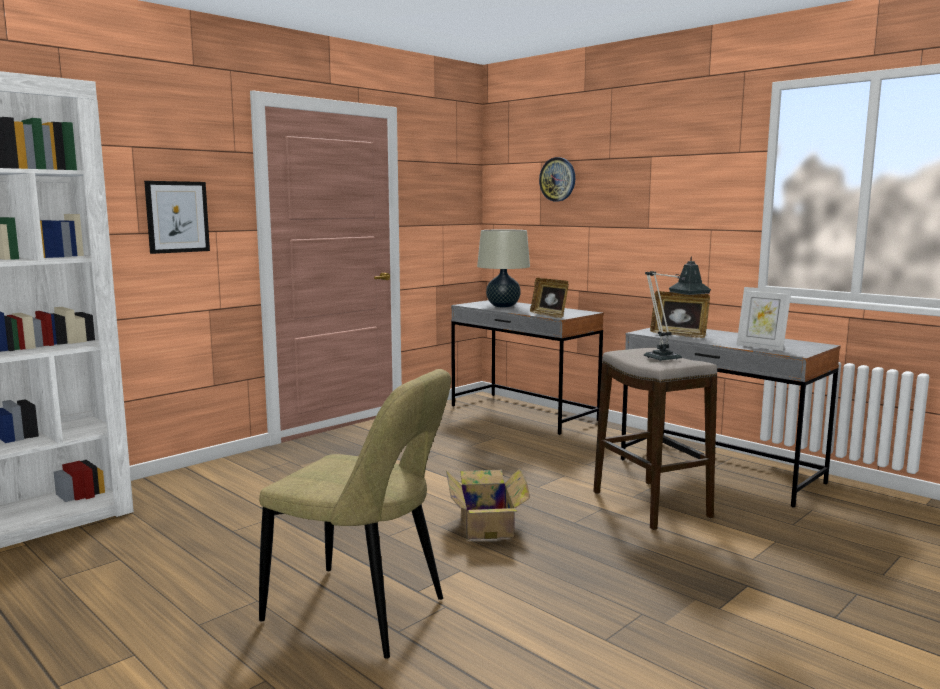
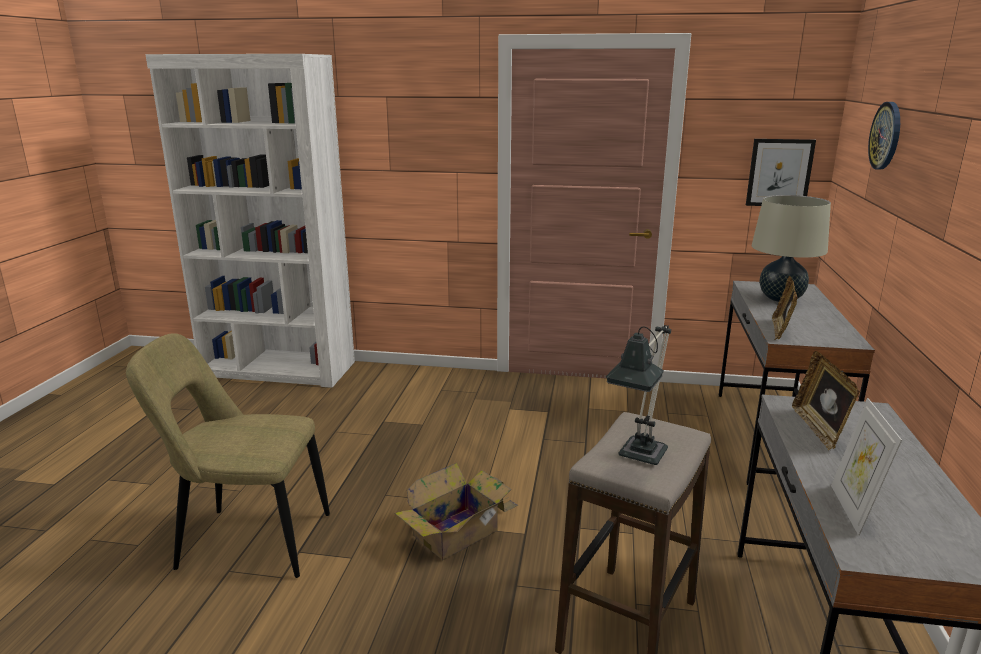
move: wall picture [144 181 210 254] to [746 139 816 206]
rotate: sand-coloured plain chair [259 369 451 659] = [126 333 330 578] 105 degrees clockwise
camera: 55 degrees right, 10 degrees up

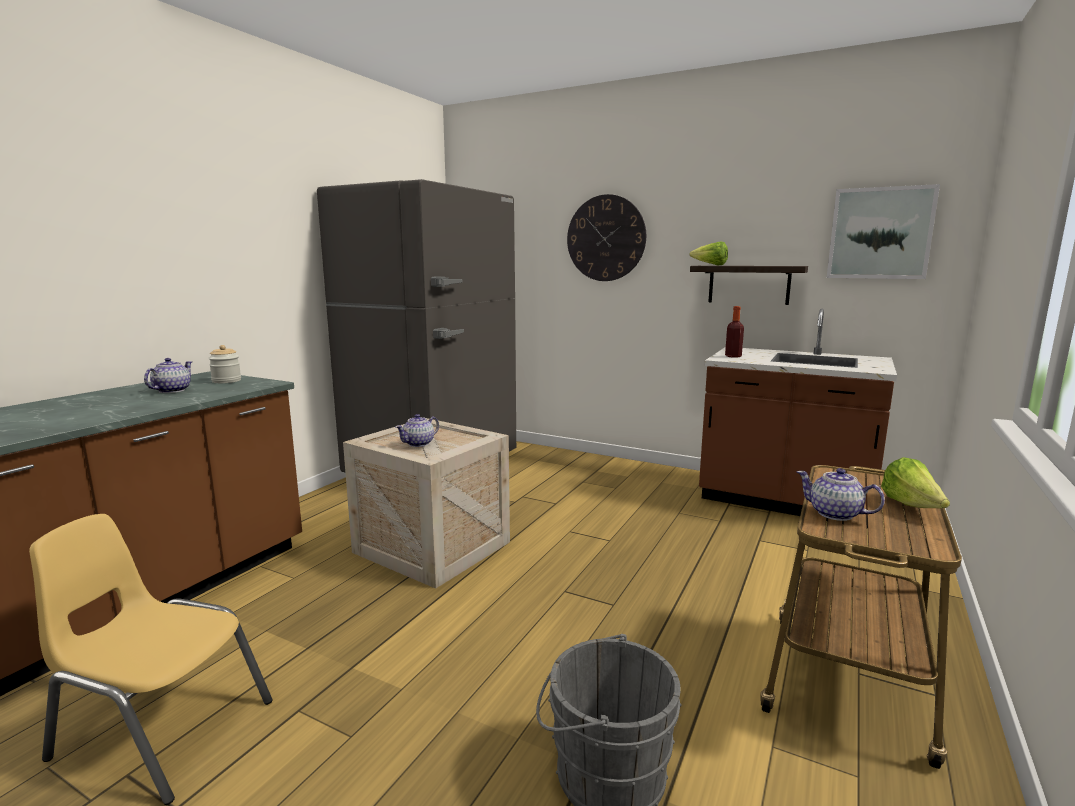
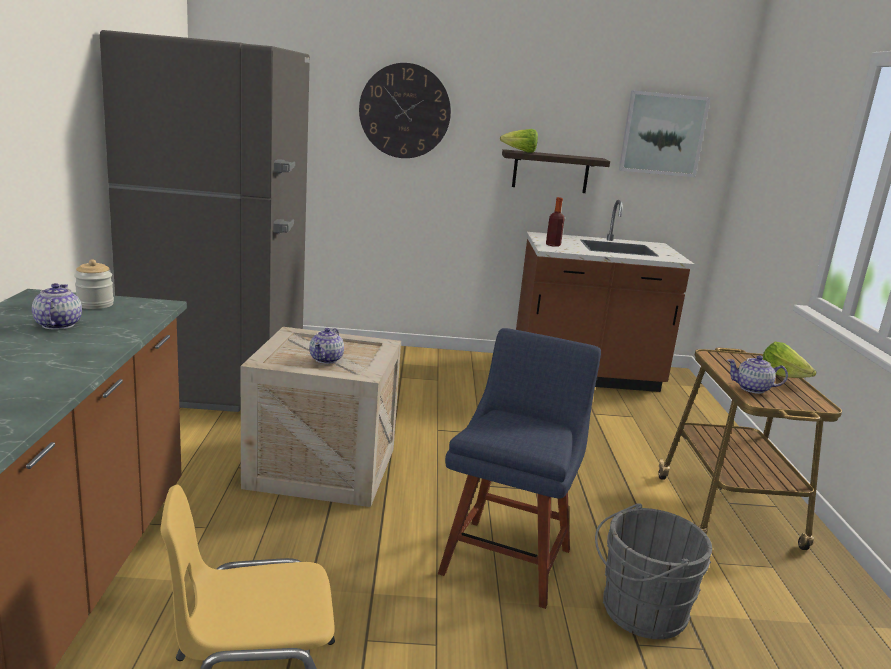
insert: blue-coloured plain chair [438 328 601 609]
camera: 30 degrees left, 5 degrees up

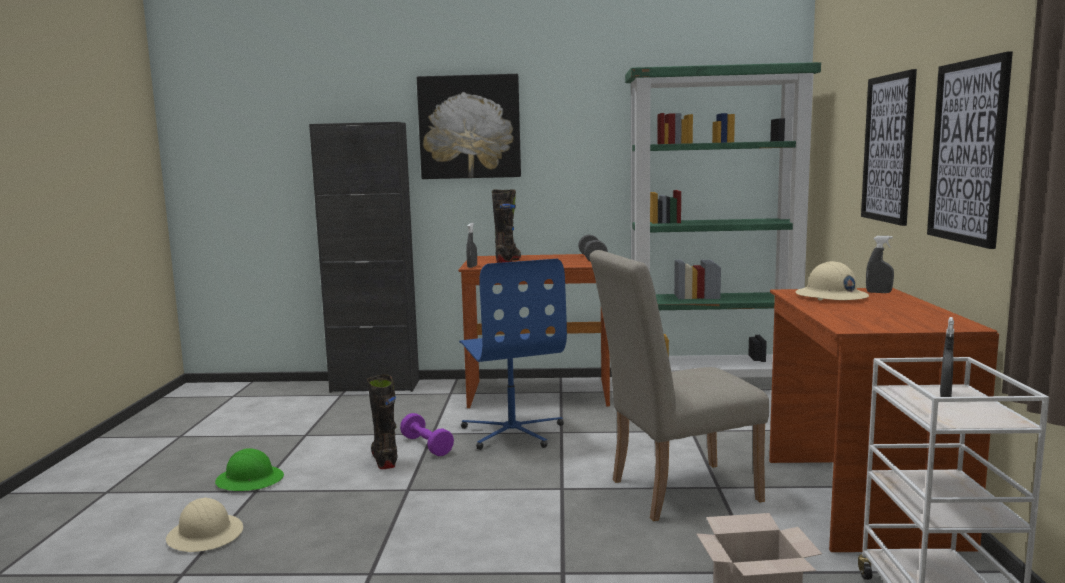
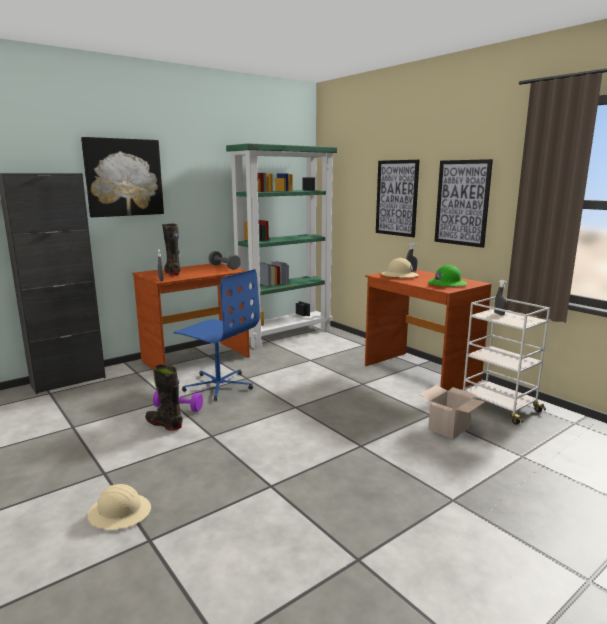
delete: sand-coloured plain chair [589 250 769 521]
move: greenish work helmet [215 448 284 491] to [428 265 467 287]
camera: 40 degrees left, 5 degrees up

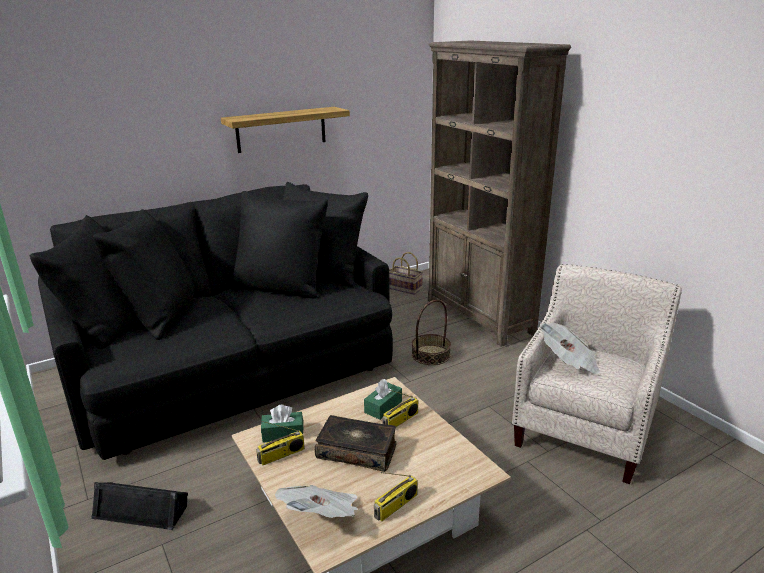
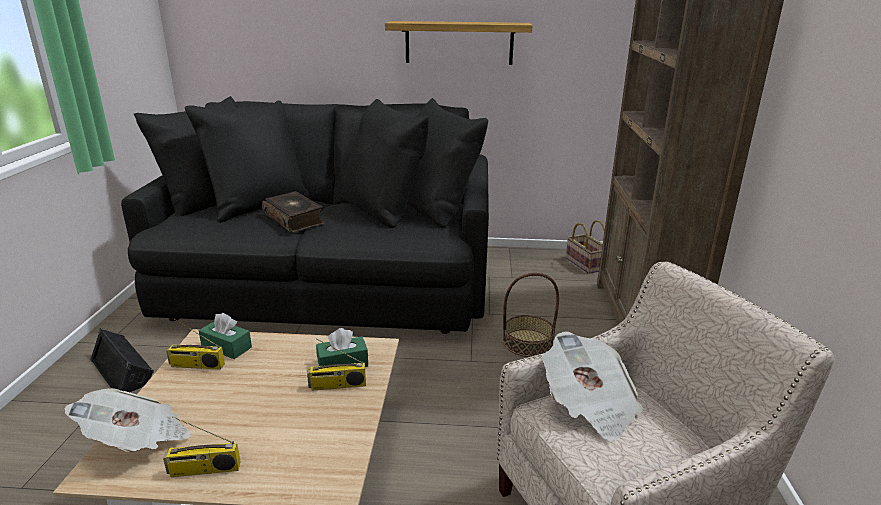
move: bound book [315 415 397 472] to [262 191 325 233]
camera: 35 degrees right, 0 degrees up

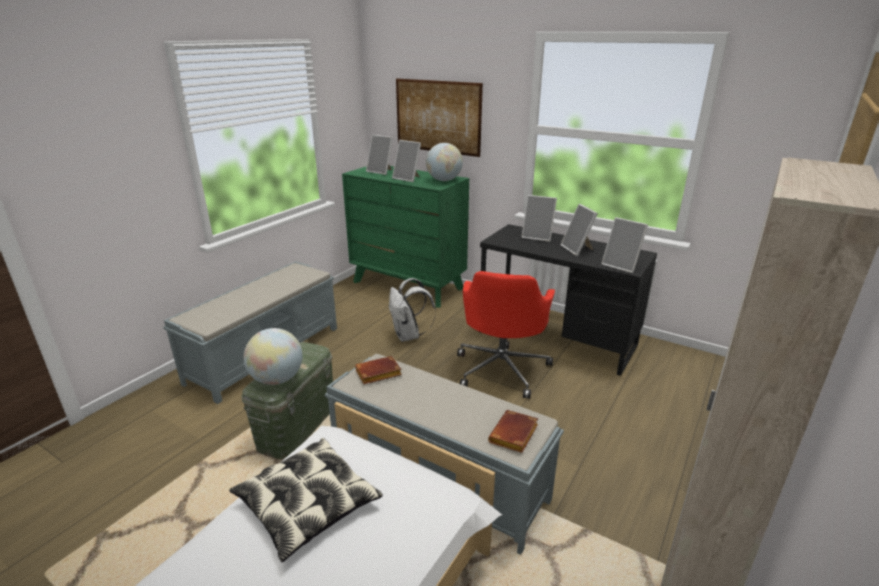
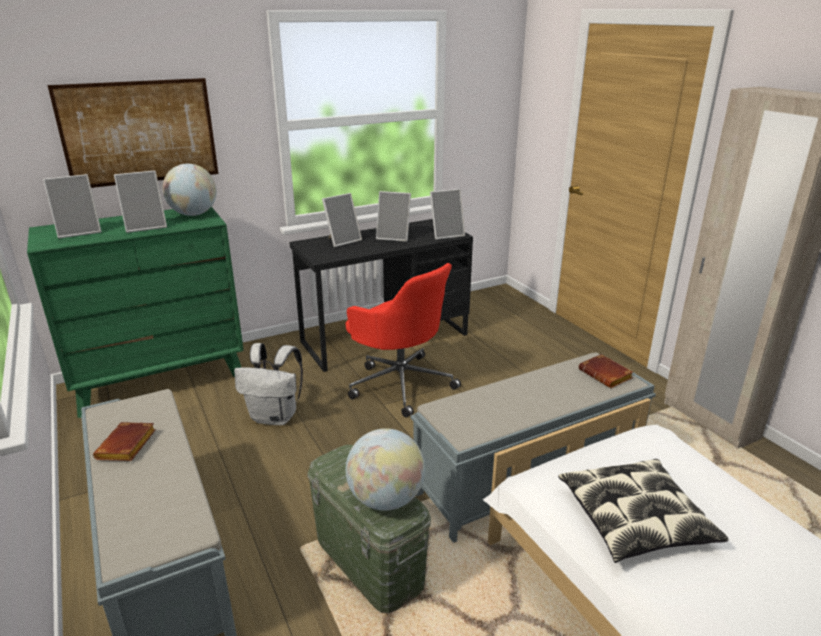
move: brown bound book [355 356 402 384] to [93 422 156 461]
camera: 60 degrees left, 0 degrees up

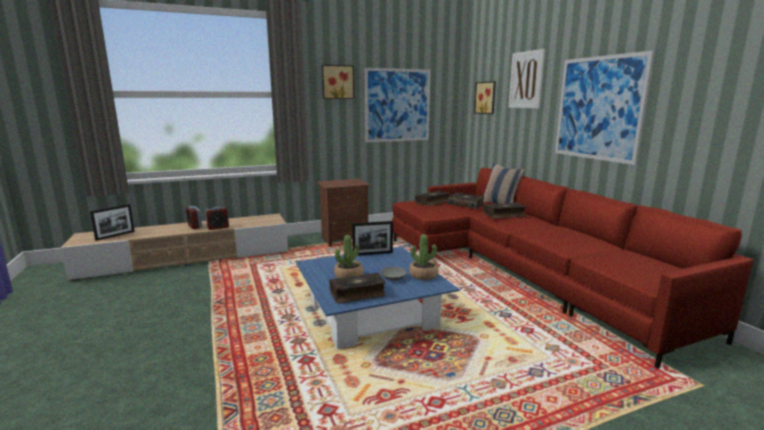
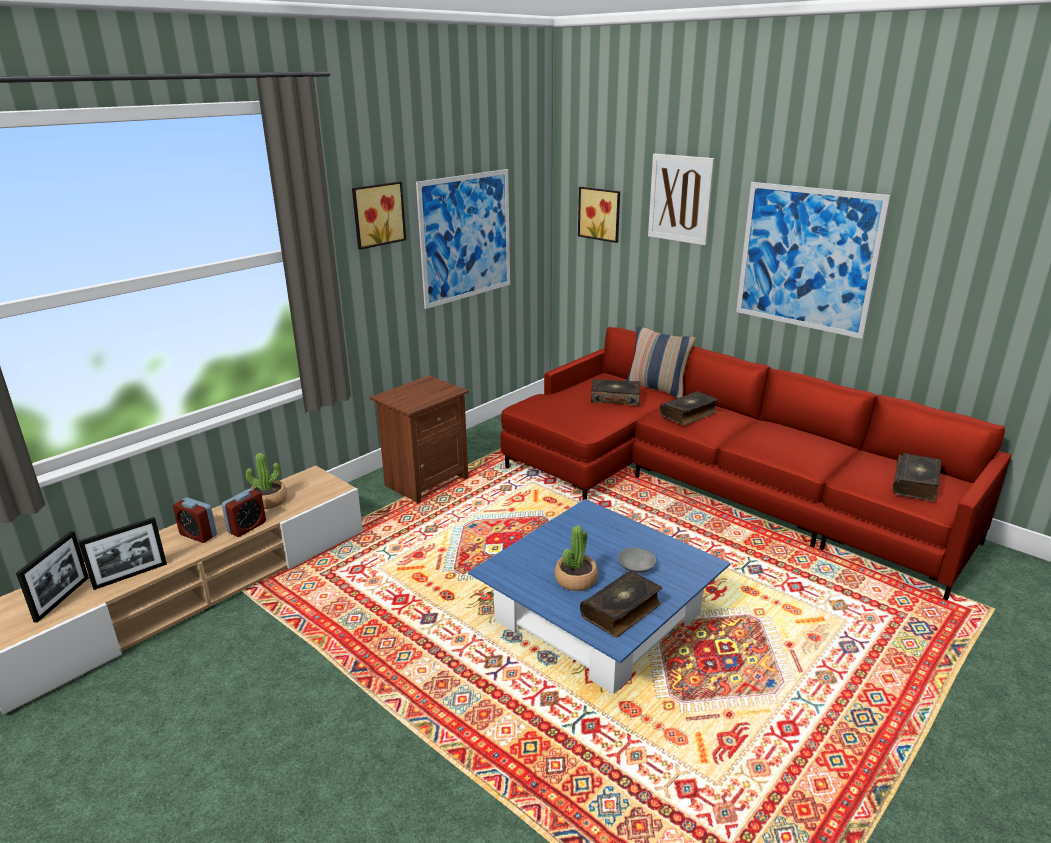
move: picture frame [352 221 393 255] to [78 517 167 590]; plant in a pot [409 234 438 280] to [246 453 287 509]; bound book [415 191 450 206] to [892 453 941 502]
camera: 25 degrees left, 10 degrees up

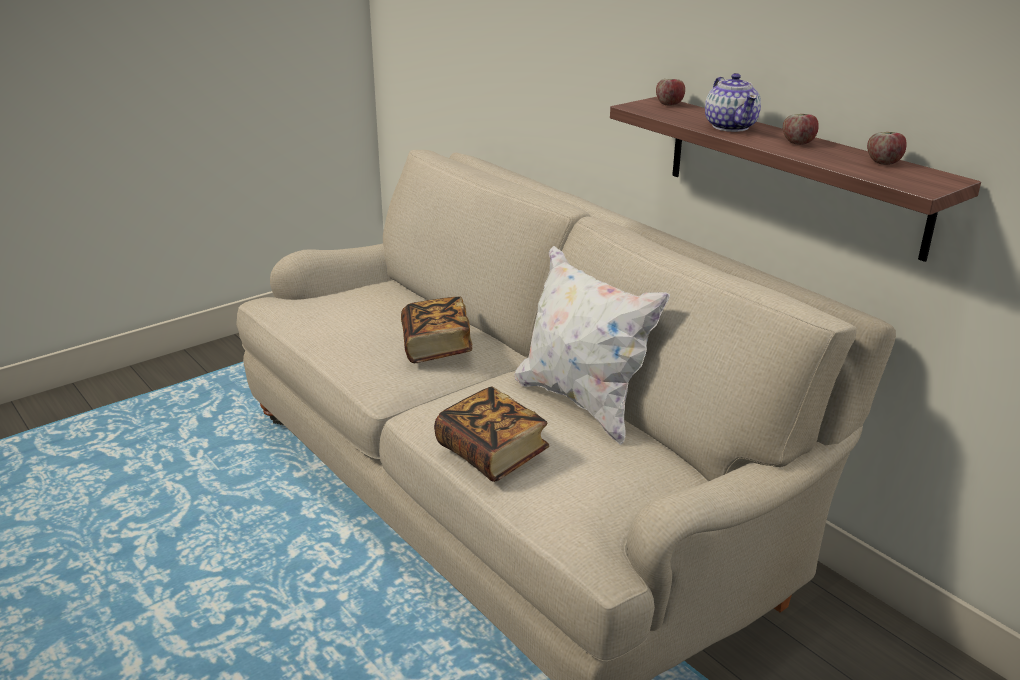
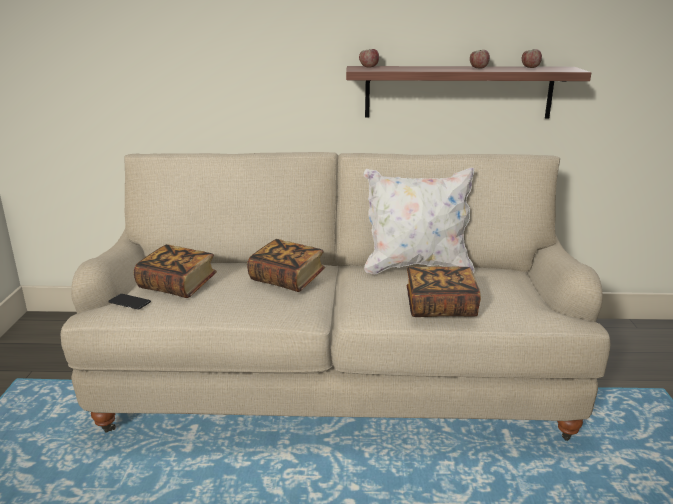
delete: teapot [705 73 761 132]
insert: telephone [108 294 151 309]; bound book [134 244 217 298]
camera: 50 degrees left, 5 degrees down

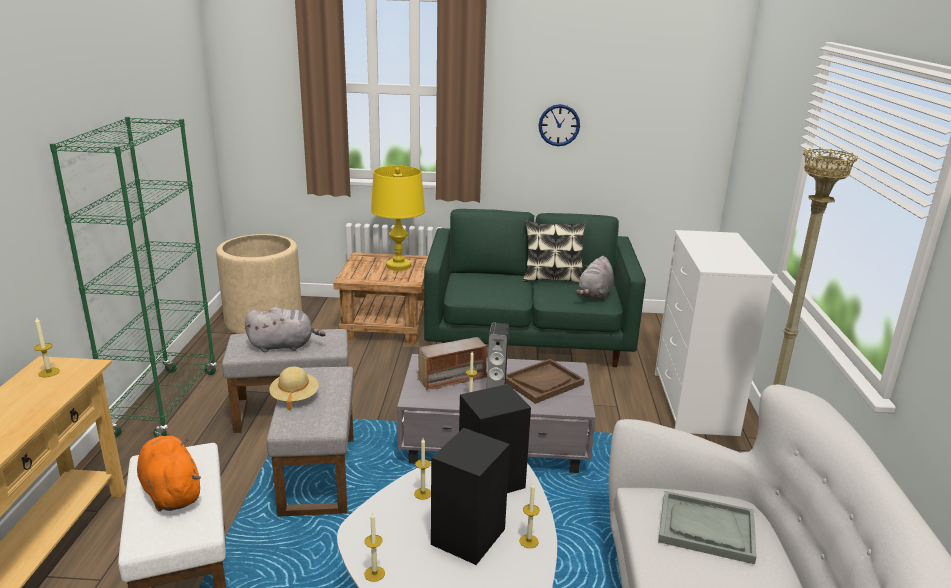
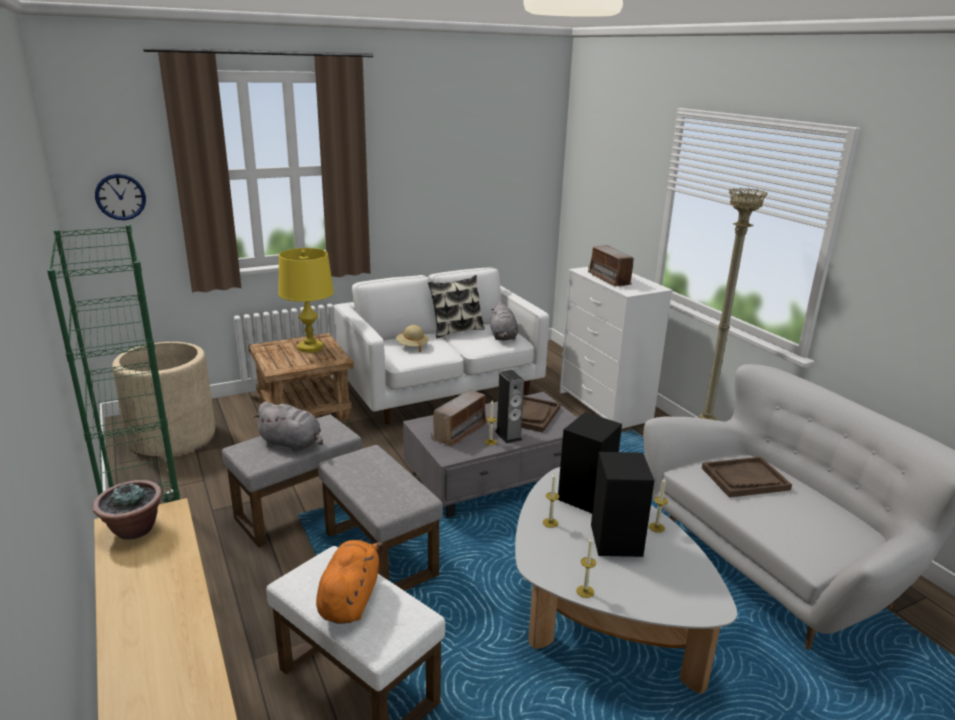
insert: radio [588 245 635 287]
move: sand-coloured clothing hat [269 367 319 411] to [396 325 429 352]; hanging clock [539 104 580 146] to [95 174 146 220]
replace: candle [34 317 60 377] to plant in a pot [93 480 162 540]
recolor: greenish settee [424 209 646 367] to whitish settee [334 268 550 424]; greyish tray [658 491 757 564] to brown tray [702 457 792 498]
rotate: orange soft toy [137 436 201 512] = [316 540 383 624] 75 degrees clockwise; greyish soft toy [245 307 325 352] = [253 402 323 452] 60 degrees clockwise
camera: 30 degrees left, 0 degrees up

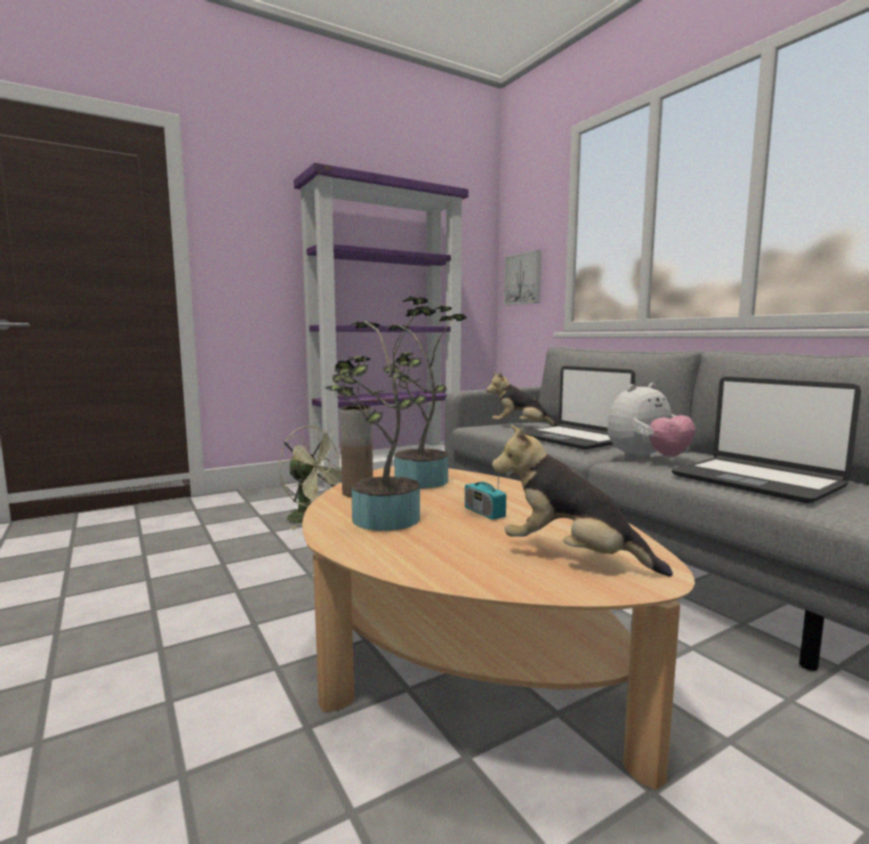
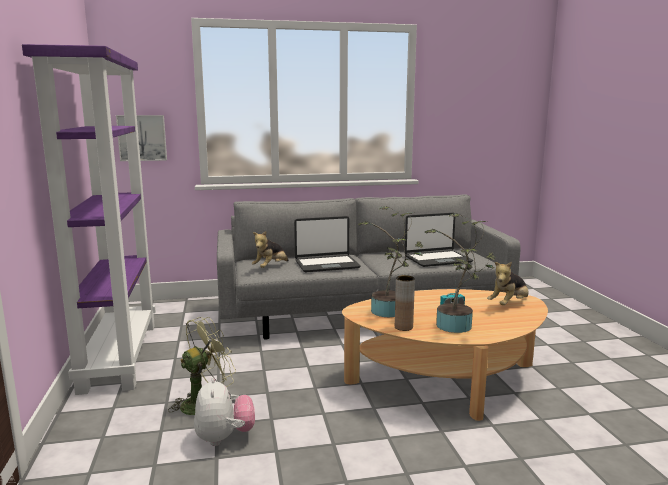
move: soft toy [607 383 696 461] to [194 377 255 446]
camera: 70 degrees left, 5 degrees up

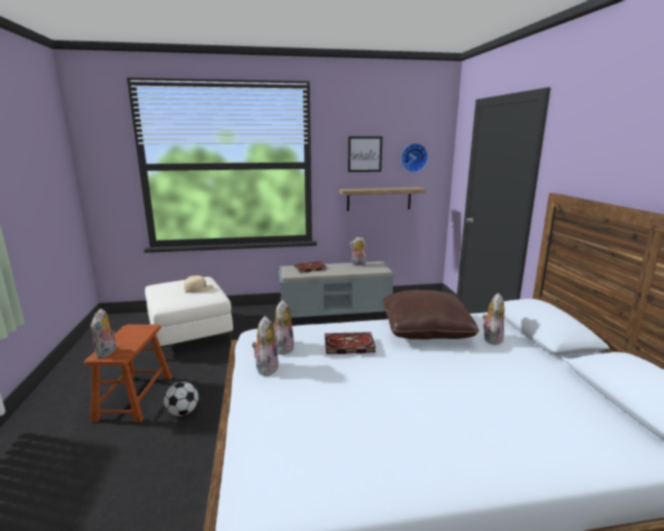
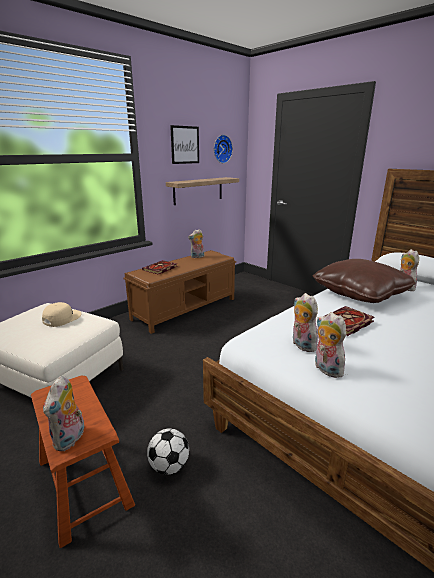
recolor: greyish bench [279 261 395 318] to brown bench [124 250 236 334]
rotate: soft toy [91 309 116 358] = [43 376 84 451] 45 degrees clockwise
camera: 35 degrees left, 5 degrees up

